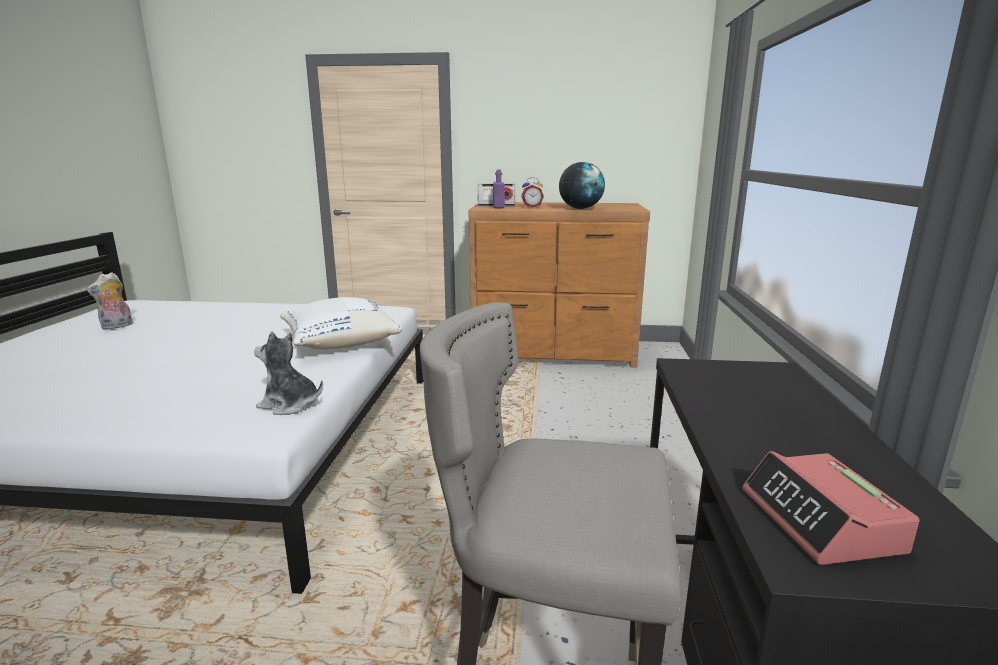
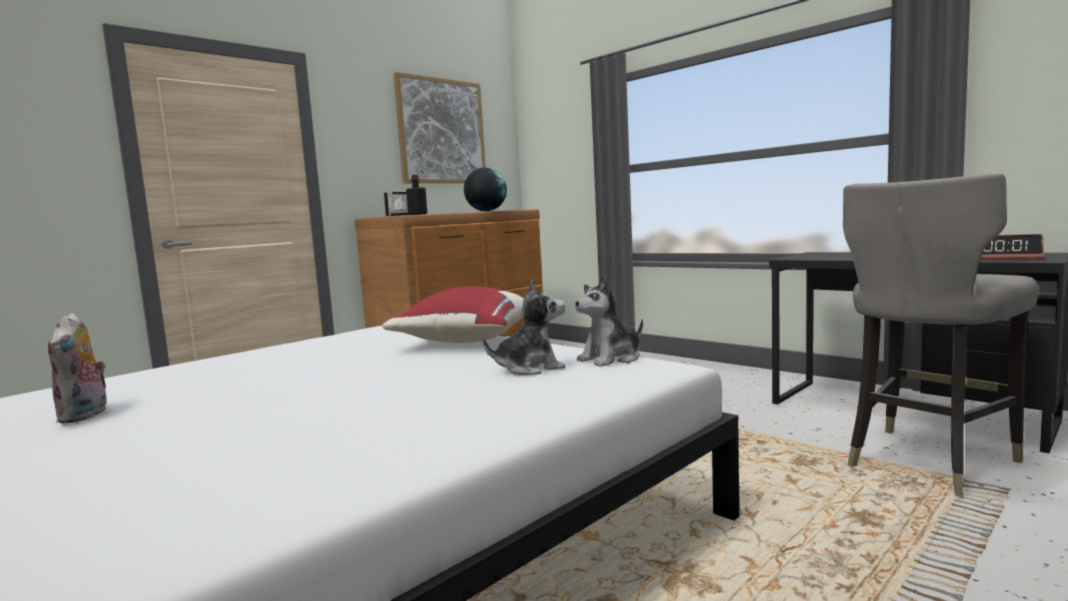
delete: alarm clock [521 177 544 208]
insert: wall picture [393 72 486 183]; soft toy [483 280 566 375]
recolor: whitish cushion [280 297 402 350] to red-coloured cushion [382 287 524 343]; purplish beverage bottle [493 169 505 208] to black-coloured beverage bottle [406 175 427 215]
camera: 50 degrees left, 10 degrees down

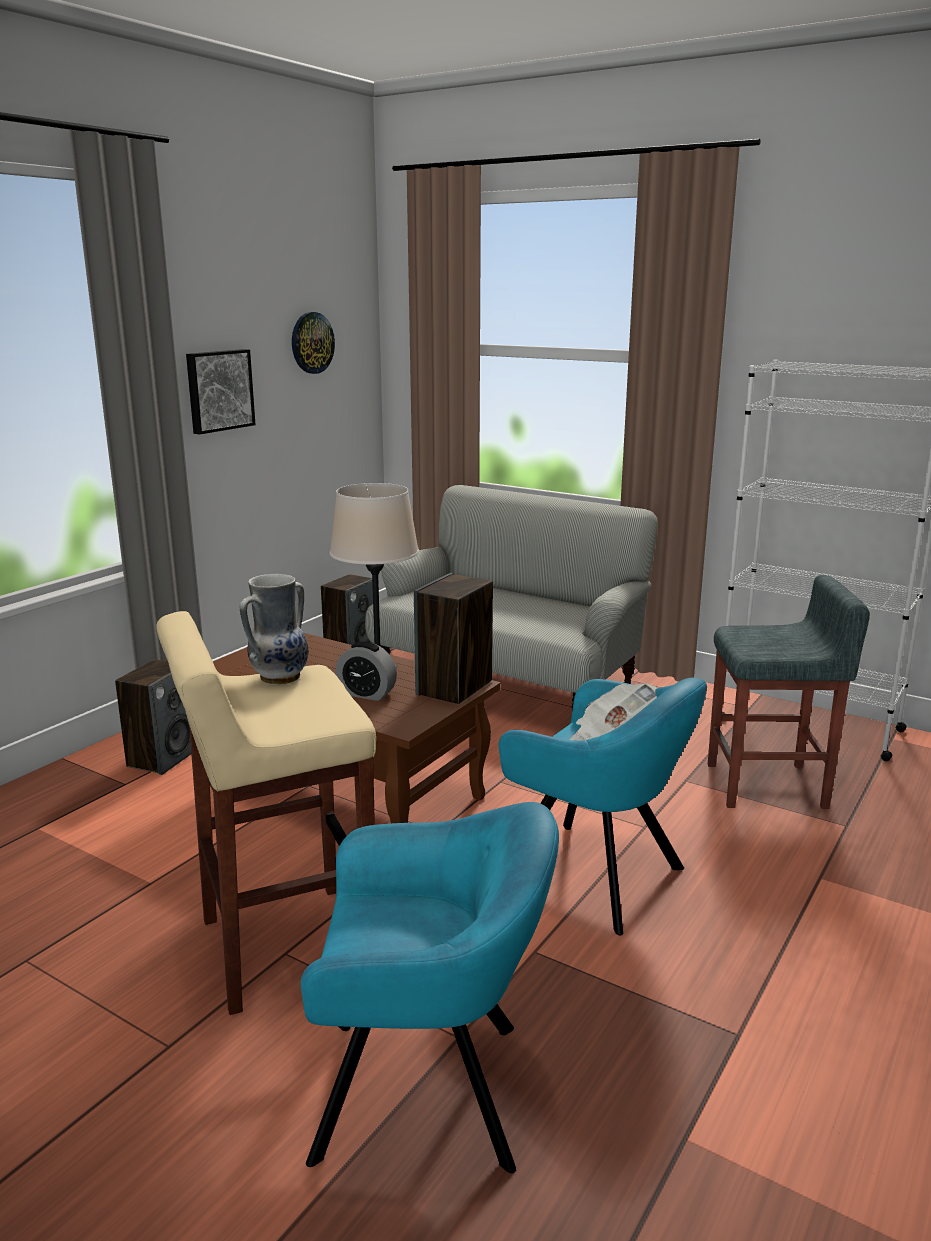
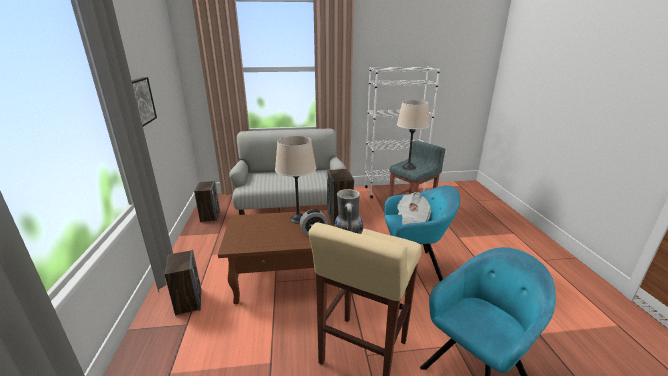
delete: hanging clock [292 312 335 374]
insert: sand-coloured table lamp [397 100 430 170]
camera: 40 degrees left, 5 degrees up

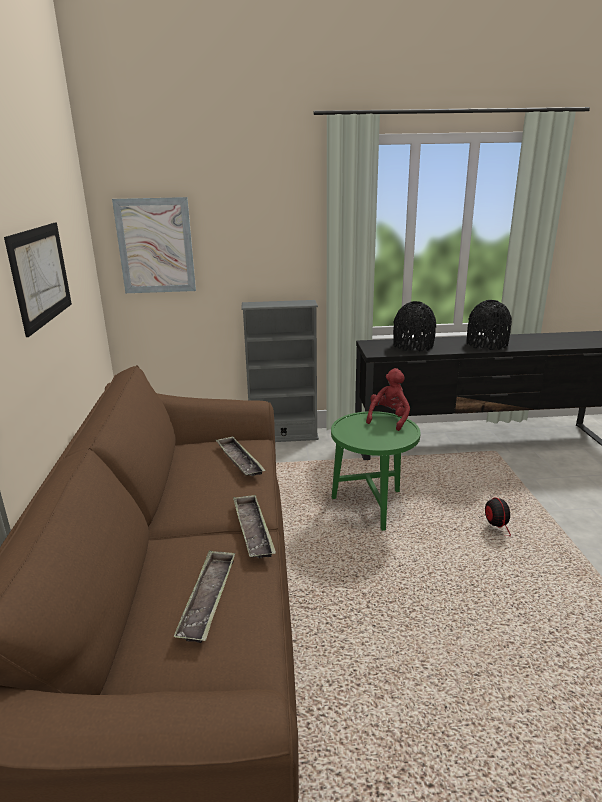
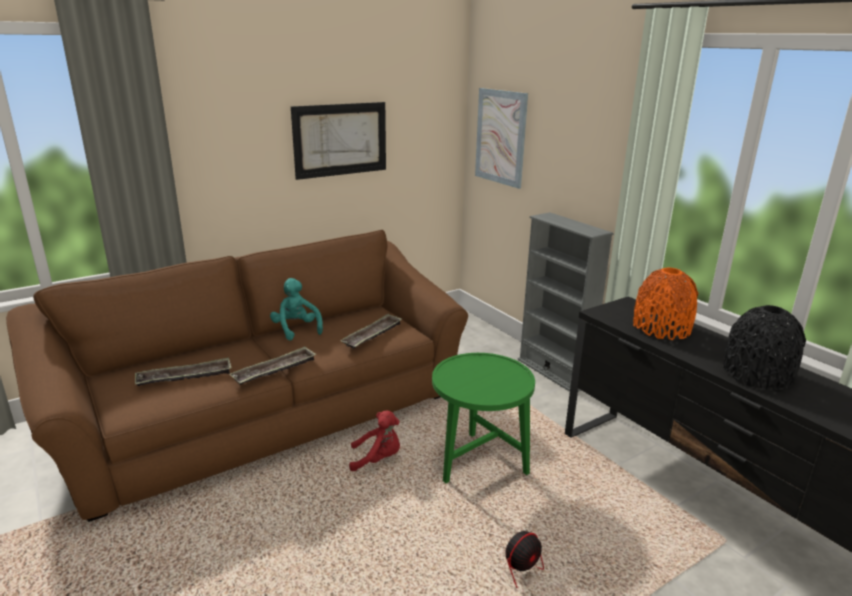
insert: blue-green soft toy [270 278 323 341]
move: red-coloured soft toy [366 368 410 431] to [349 411 400 471]
recolor: black-coloured vase [393 301 436 351] to orange vase [633 268 698 340]
camera: 60 degrees right, 0 degrees up

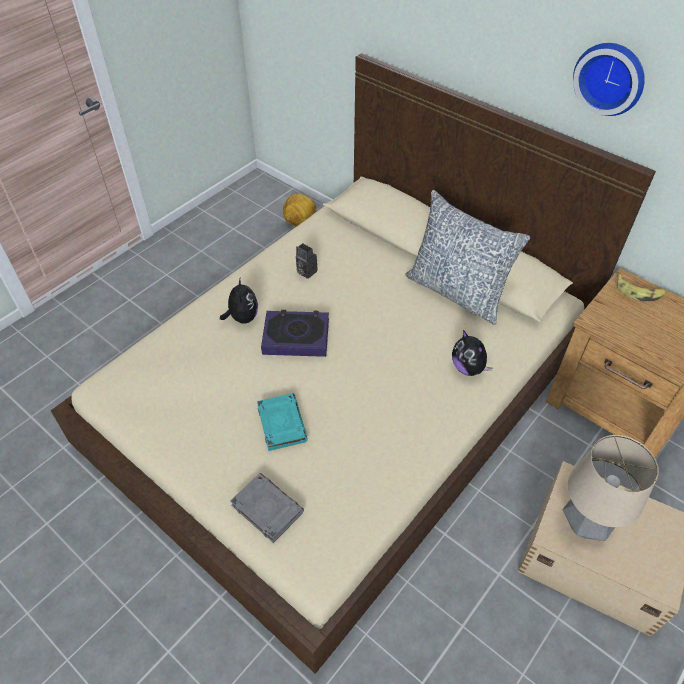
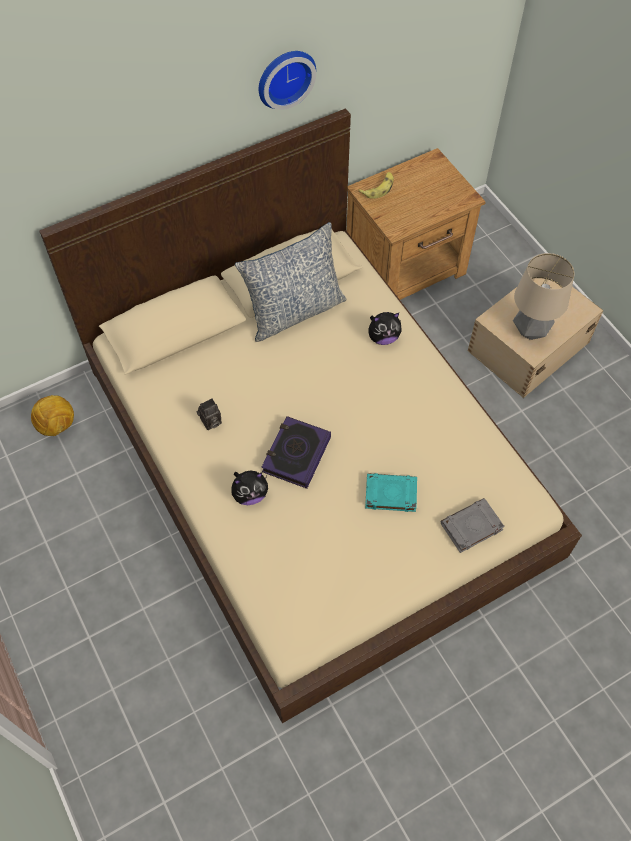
rotate: soft toy [220 279 258 324] = [231 471 268 505] 150 degrees clockwise
camera: 70 degrees left, 10 degrees up

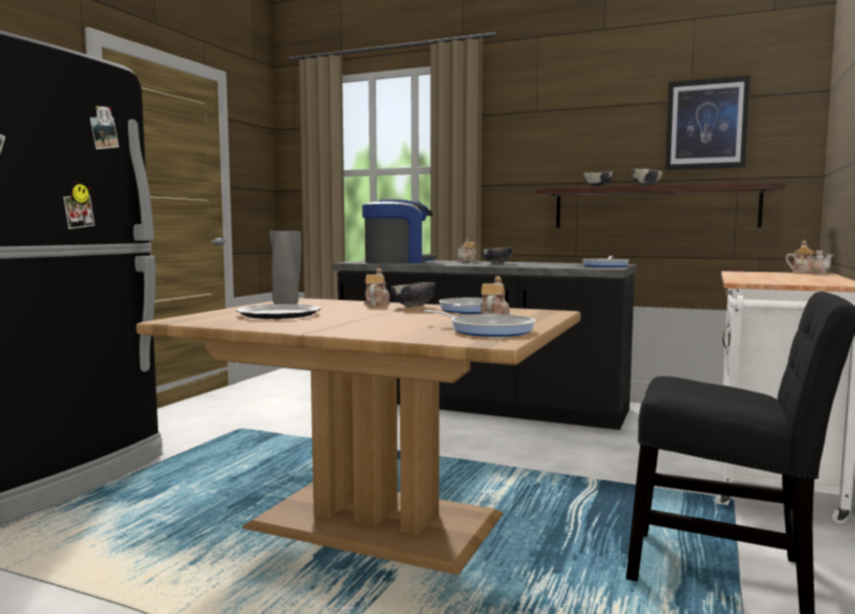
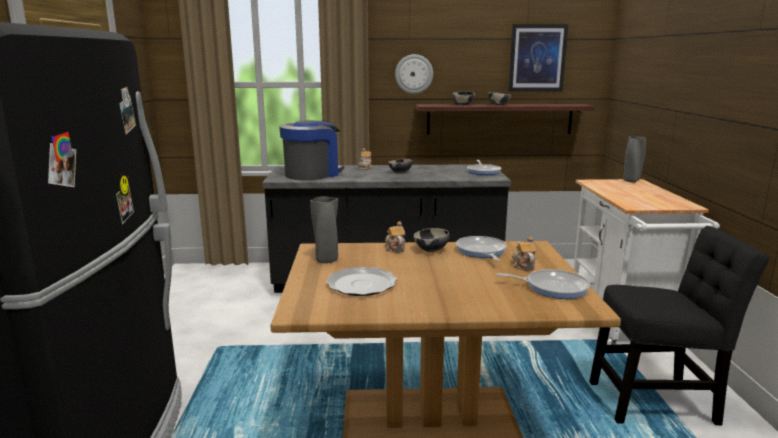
insert: hanging clock [395 54 433 94]
replace: teapot [786 240 834 274] to greyish vase [623 136 646 183]
camera: 25 degrees left, 10 degrees up

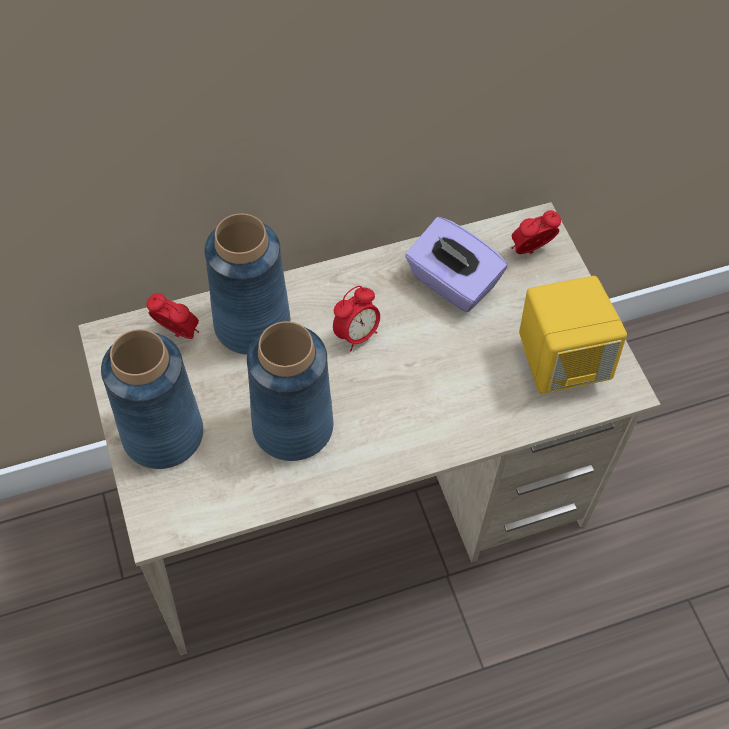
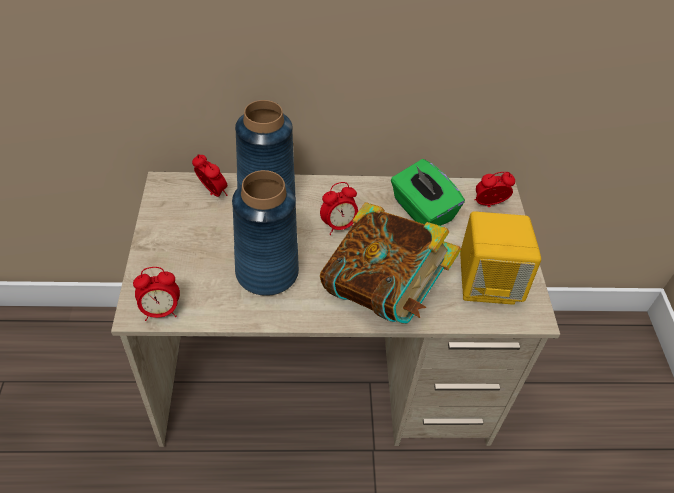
delete: blue-coloured vase [101 329 203 469]
insert: alarm clock [133 267 180 321]; bound book [320 202 461 324]
recolor: purplish box of tissues [405 217 507 312] to greenish box of tissues [391 159 465 226]
camera: 15 degrees right, 10 degrees down

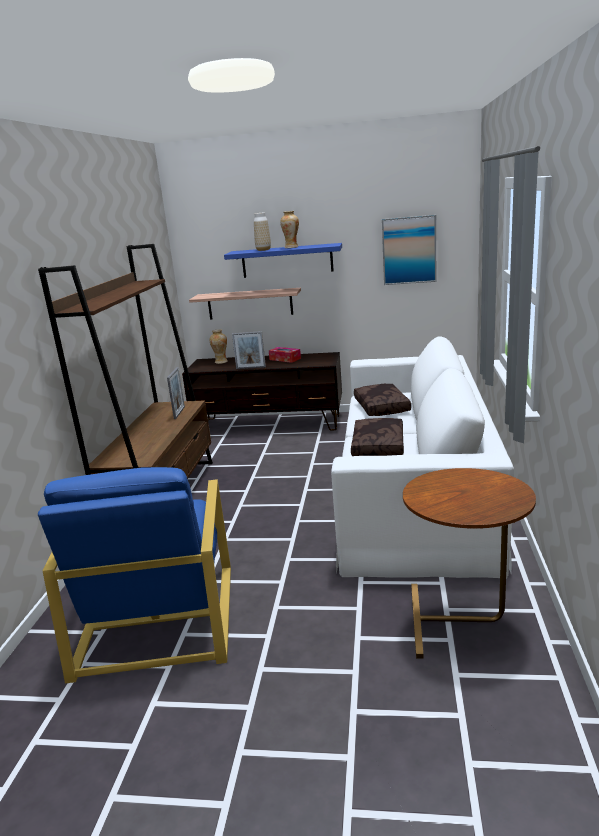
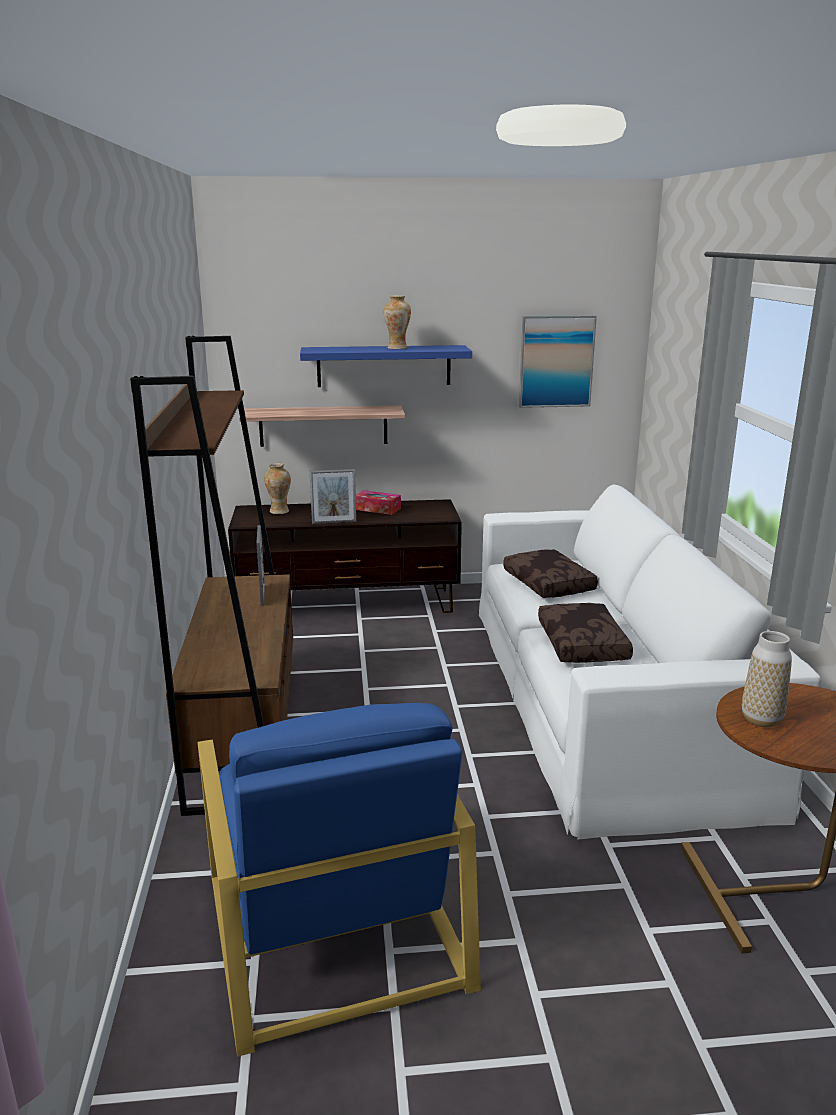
move: vase [254 212 271 251] to [742 631 792 727]
camera: 15 degrees left, 0 degrees up

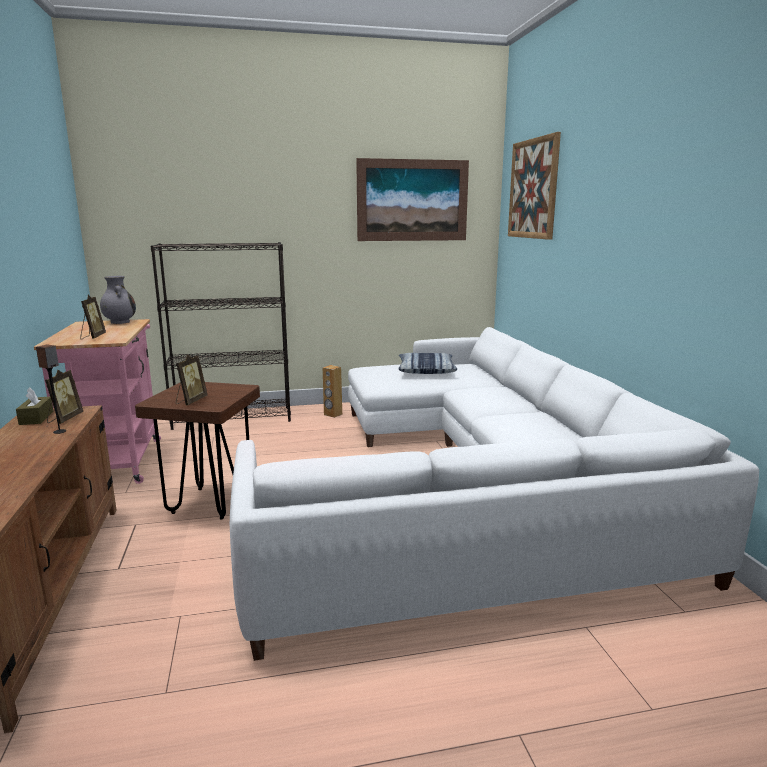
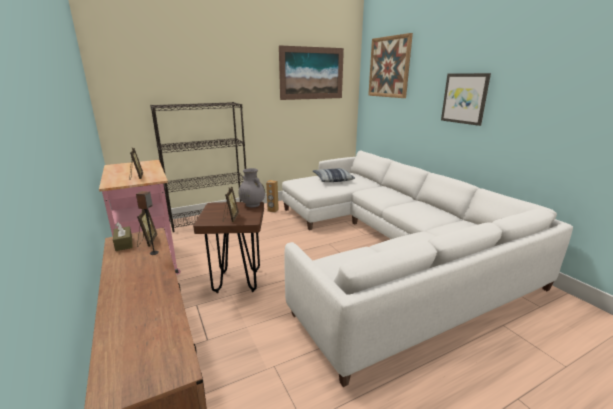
insert: wall picture [441 73 491 126]
move: greyish vase [100 276 136 324] to [238 168 265 208]
camera: 15 degrees left, 5 degrees up

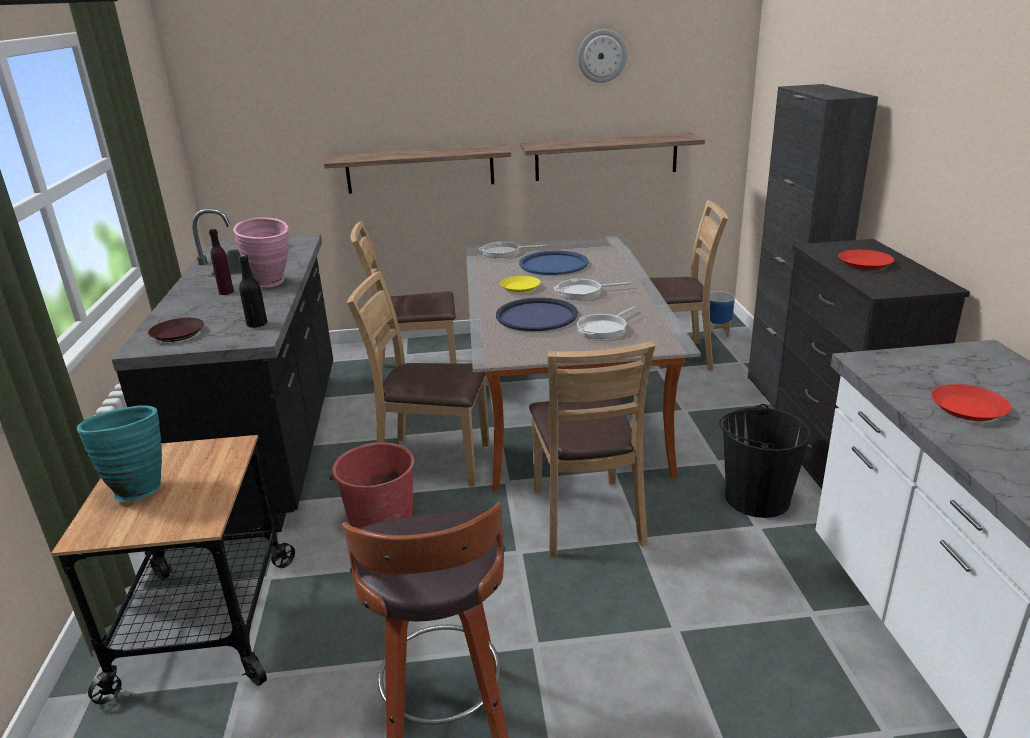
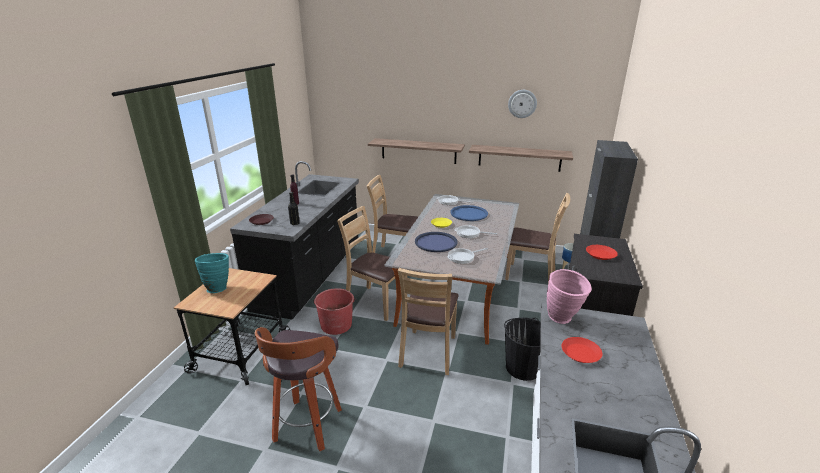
move: pink-coloured vase [233 217 289 288] to [547 269 592 324]
camera: 20 degrees right, 0 degrees up

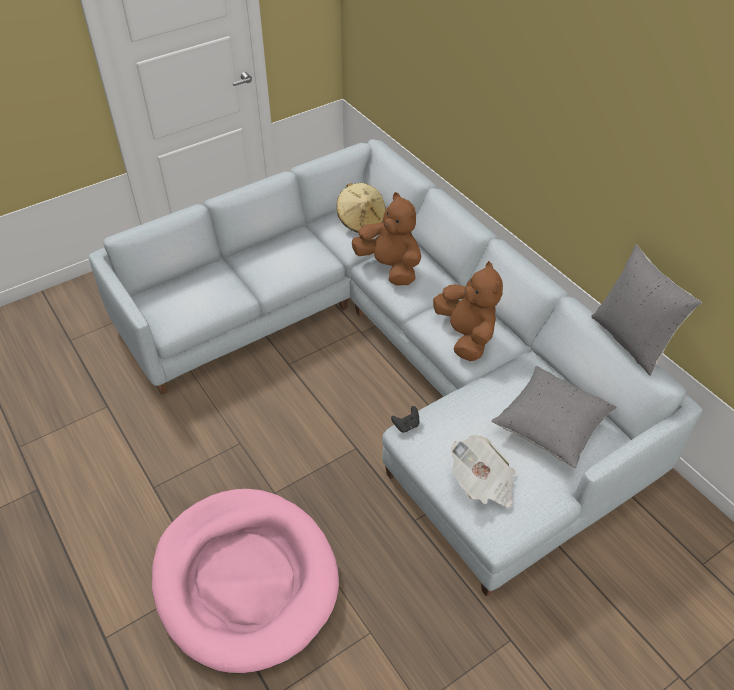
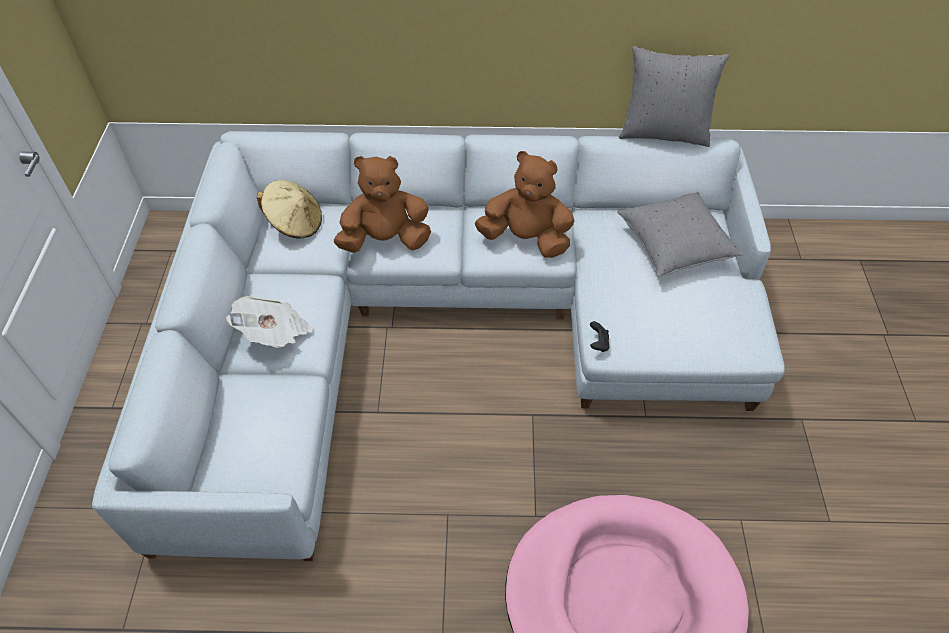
move: newspaper [451 435 515 507] to [226 296 313 348]
camera: 55 degrees left, 5 degrees up

